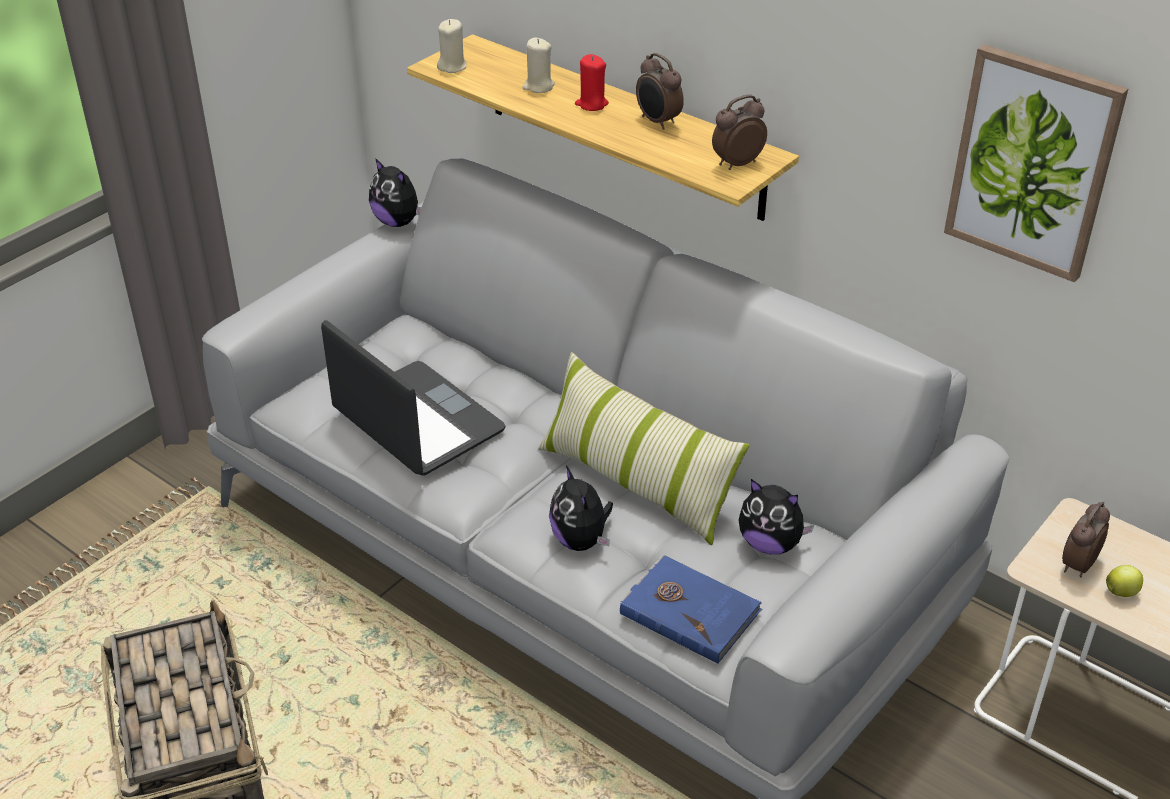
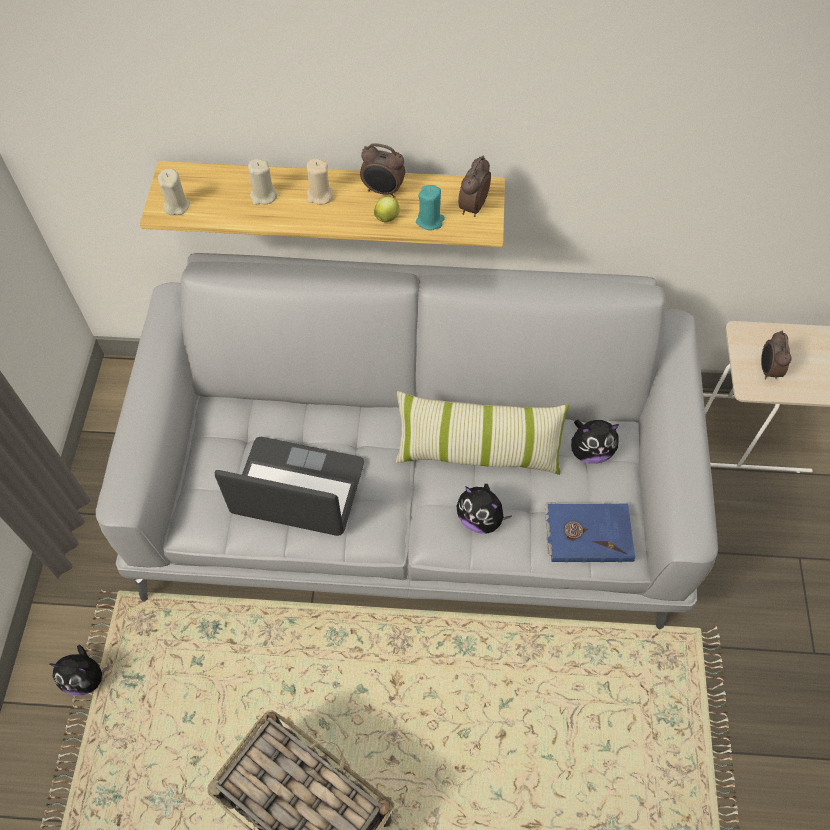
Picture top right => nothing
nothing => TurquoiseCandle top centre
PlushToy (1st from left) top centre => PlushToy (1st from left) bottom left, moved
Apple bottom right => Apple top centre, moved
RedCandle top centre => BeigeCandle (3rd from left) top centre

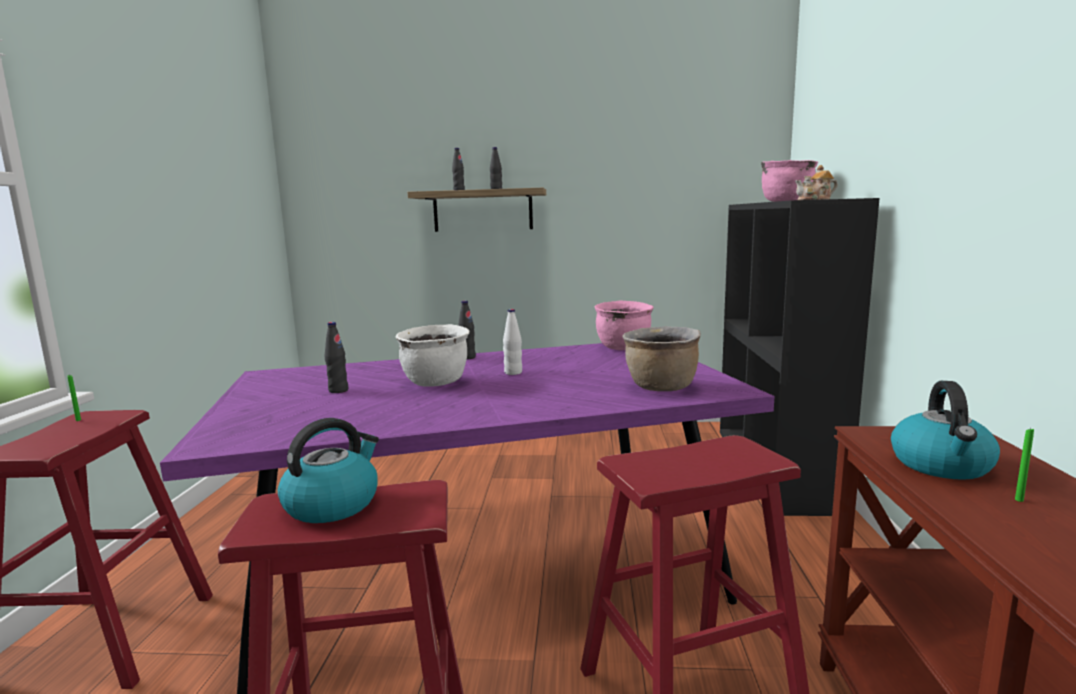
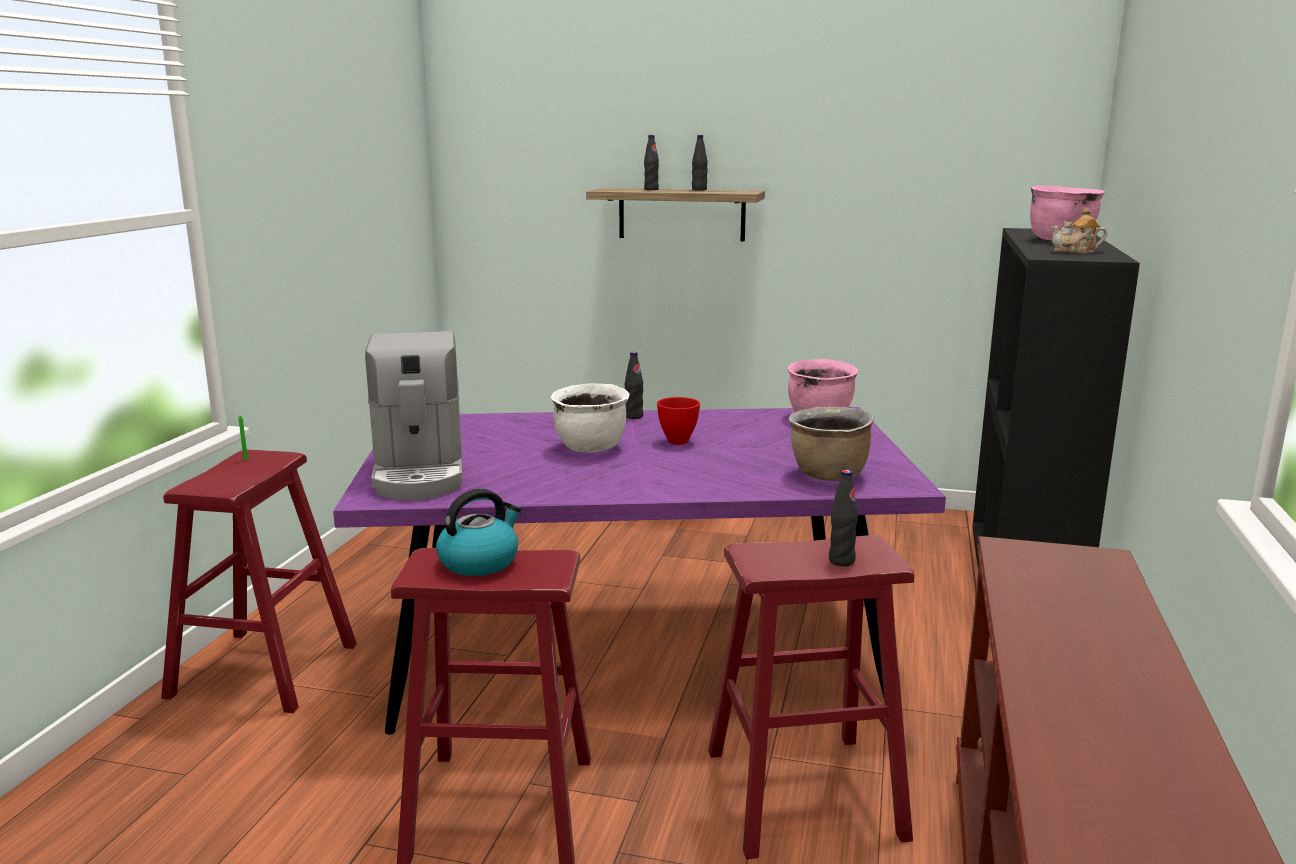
Kettle (2nd from left) middle right => nothing
GreenCandle (2nd from left) bottom right => nothing
nothing => CoffeeMachine middle left
BlackBottle (1st from left in the first image) middle left => BlackBottle (4th from left) centre, moved
WhiteBottle centre => RedBowl centre

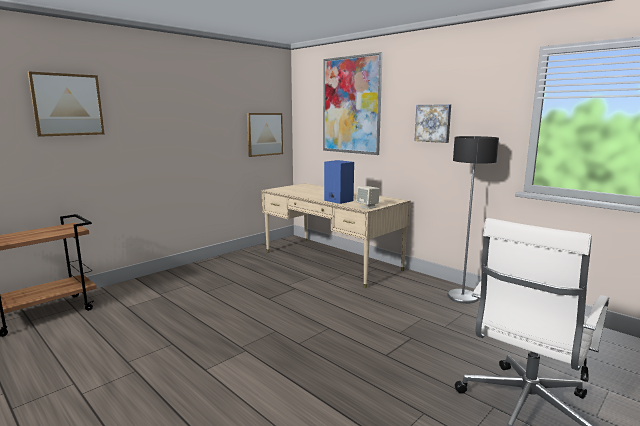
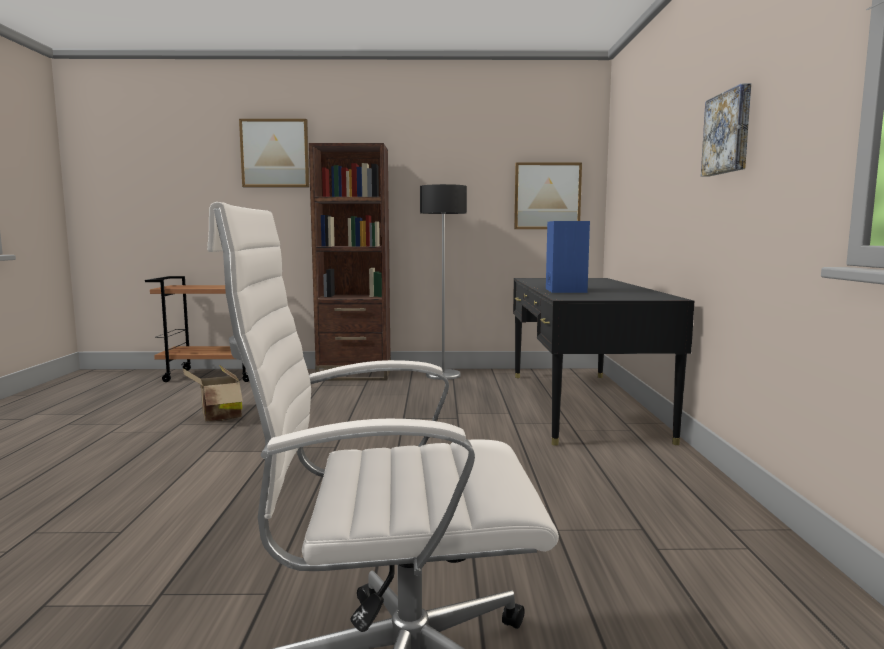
Picture (3rd from left) top centre => nothing
BeigeSpeaker centre => nothing
nothing => CardboardBox middle left
nothing => BrownBookcase centre
FloorLamp middle right => FloorLamp centre, moved
BeigeDesk centre => BlackDesk middle right

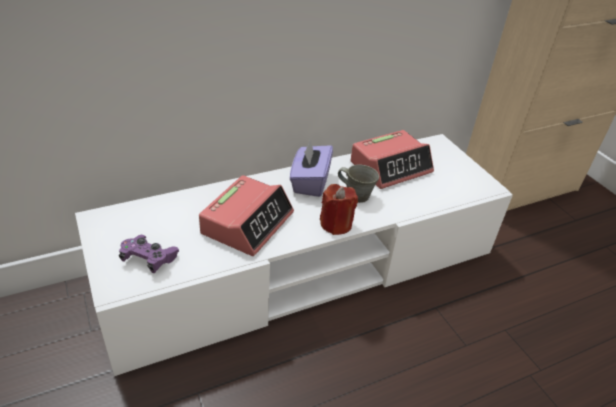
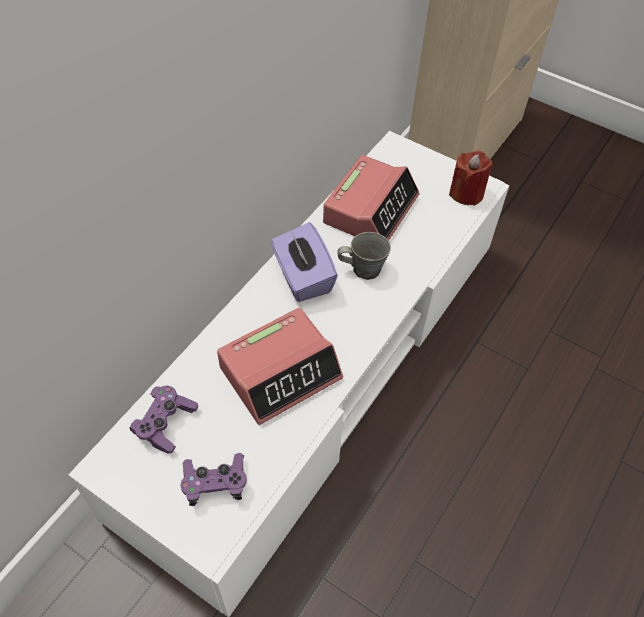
nothing => PurpleGameController (1st from left) bottom left
RedCandle centre => RedCandle top right, moved
AlarmClock (1st from left) centre, 60 degrees clockwise

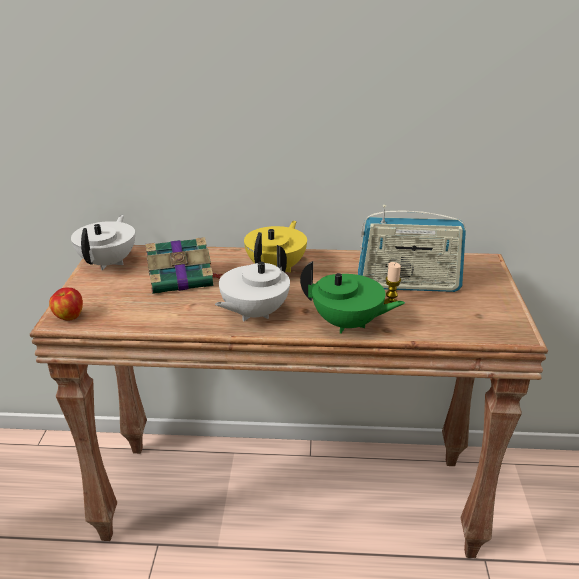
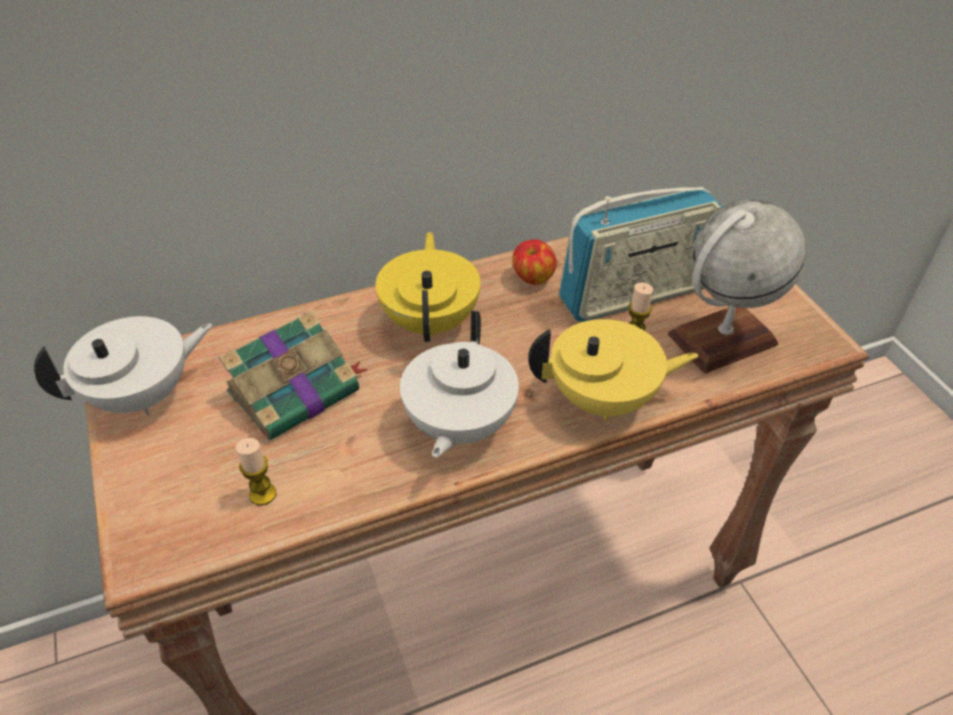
nothing => Candle (1st from left) middle left
nothing => Globe middle right
Apple middle left => Apple centre, moved
GreenTeapot centre => YellowTeapot (2nd from left) centre
WhiteTeapot (1st from left) middle left, 75 degrees clockwise

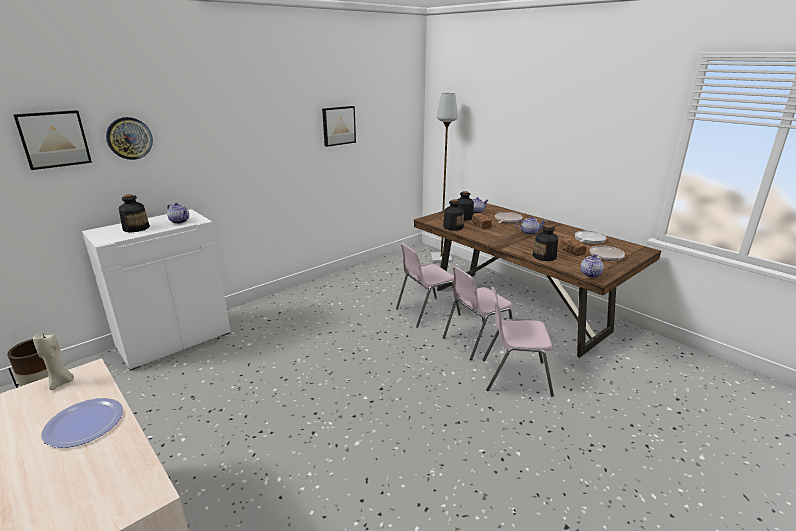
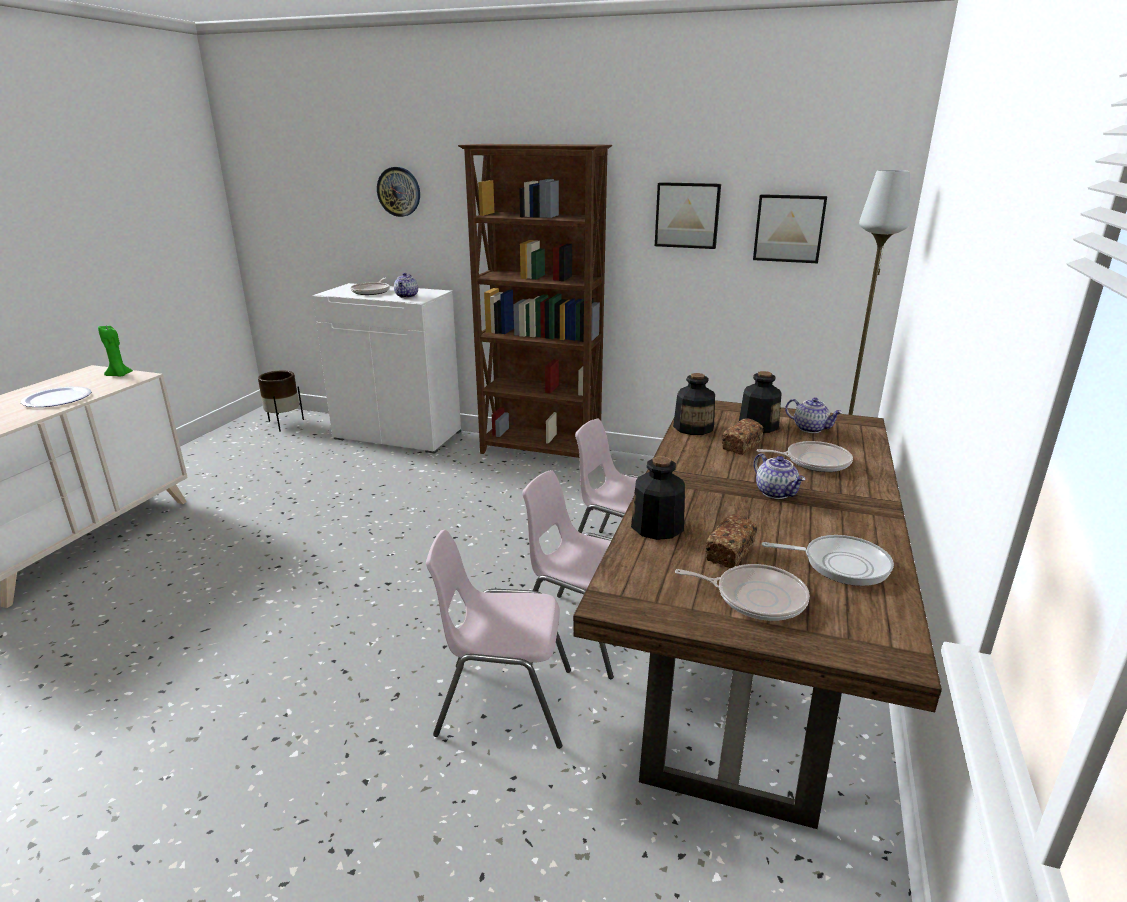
Teapot (4th from left) middle right => nothing
nothing => BrownBookcase centre
Picture (1st from left in the first image) top left => Picture (2nd from left) top right, moved
Bottle (1st from left) middle left => FryingPan (1st from left) top left
BeigeCandle bottom left => GreenCandle middle left
PinkChair (3rd from left in the first image) centre => PinkChair (1st from left) bottom centre, 60 degrees counterclockwise

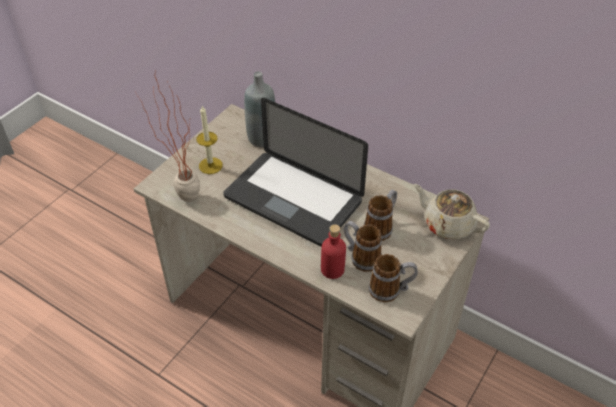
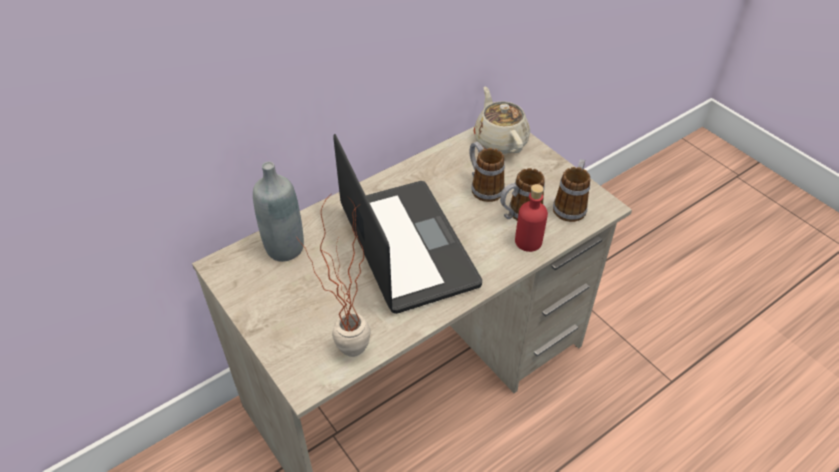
Candle centre => nothing
Laptop centre, 75 degrees counterclockwise
BeigeTeapot middle right => BeigeTeapot top centre, 105 degrees clockwise

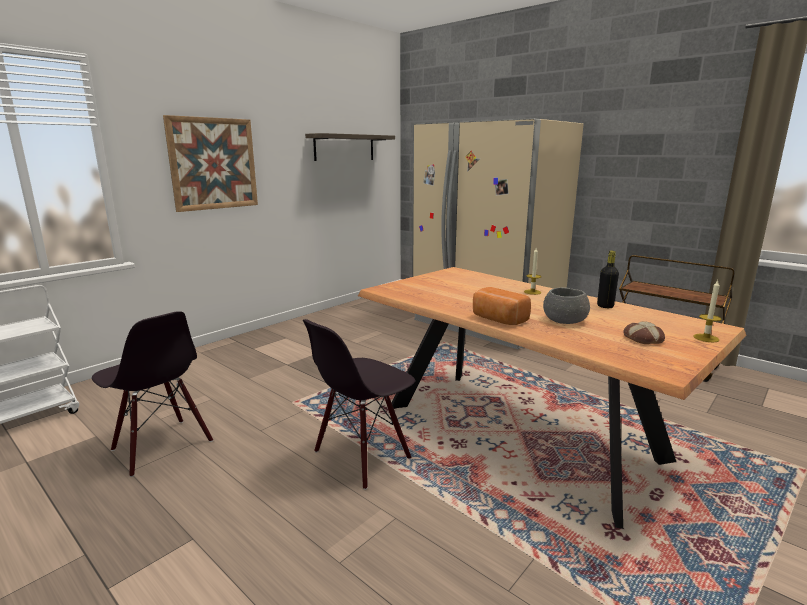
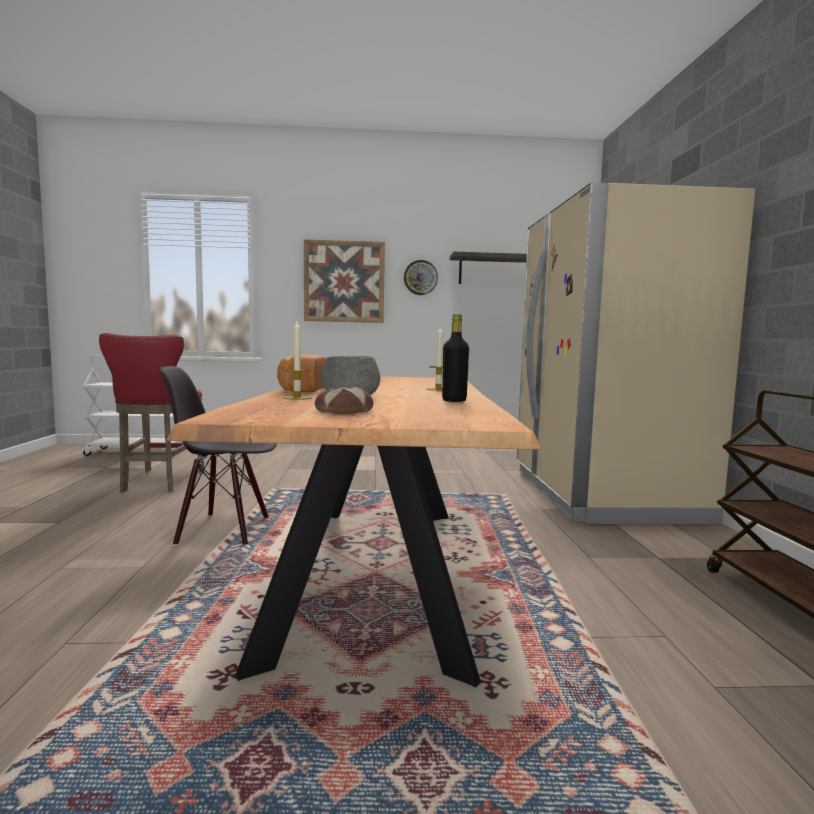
nothing => WallClock centre
Candle (2nd from left in the first image) middle right => Candle (1st from left) centre, moved
BlackChair (1st from left) middle left => RedStool middle left

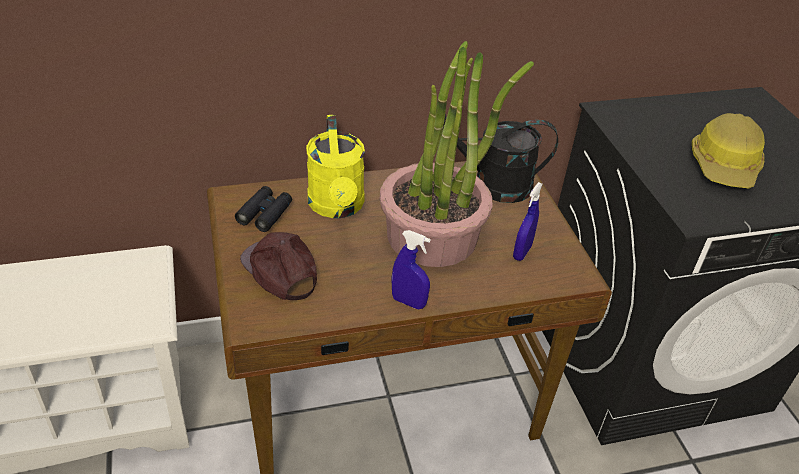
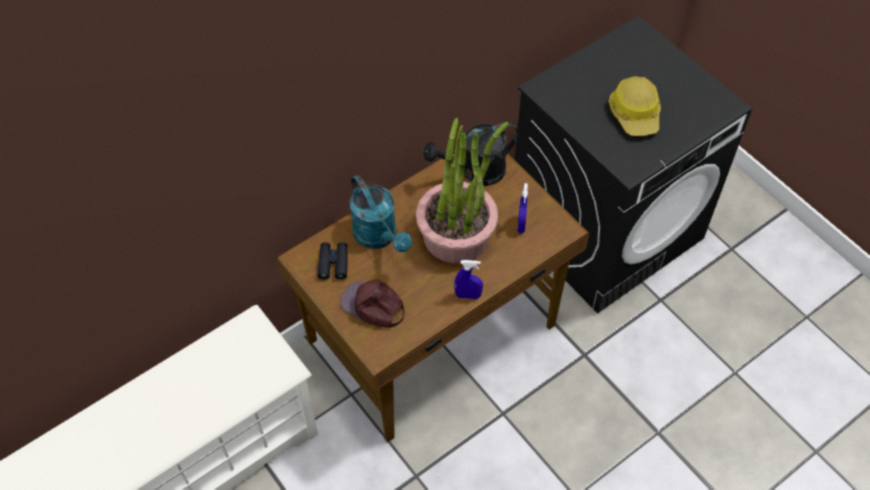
YellowWateringCan centre => TurquoiseWateringCan centre

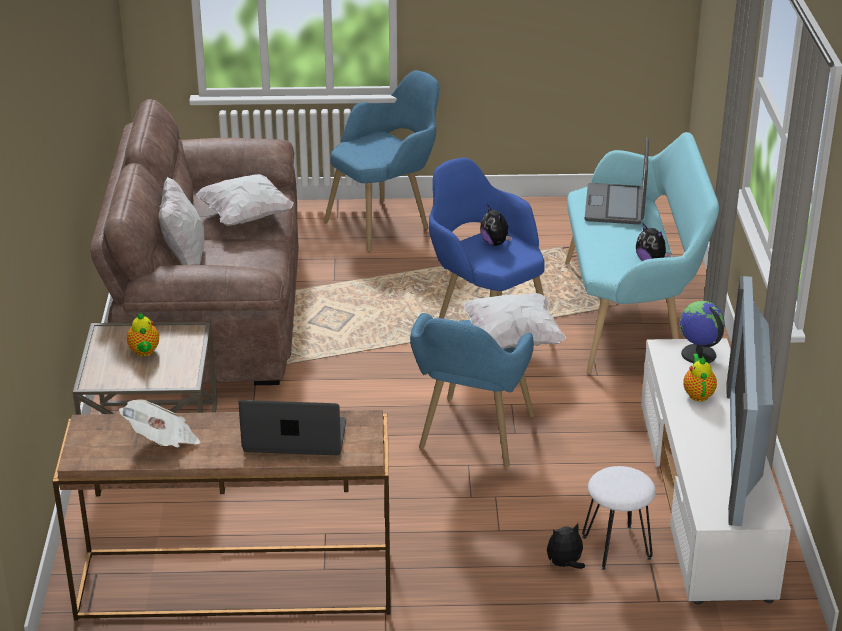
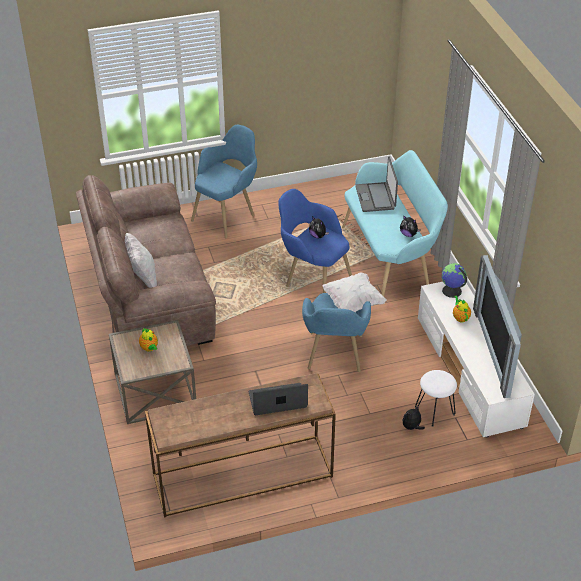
Newspaper bottom left => nothing
WhitePillow (2nd from left) top left => nothing

